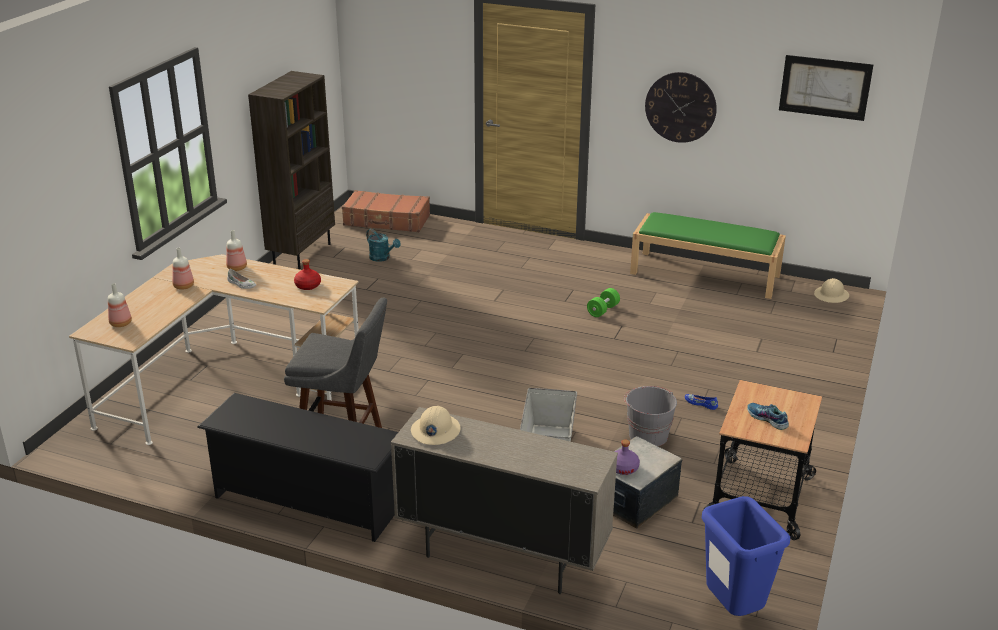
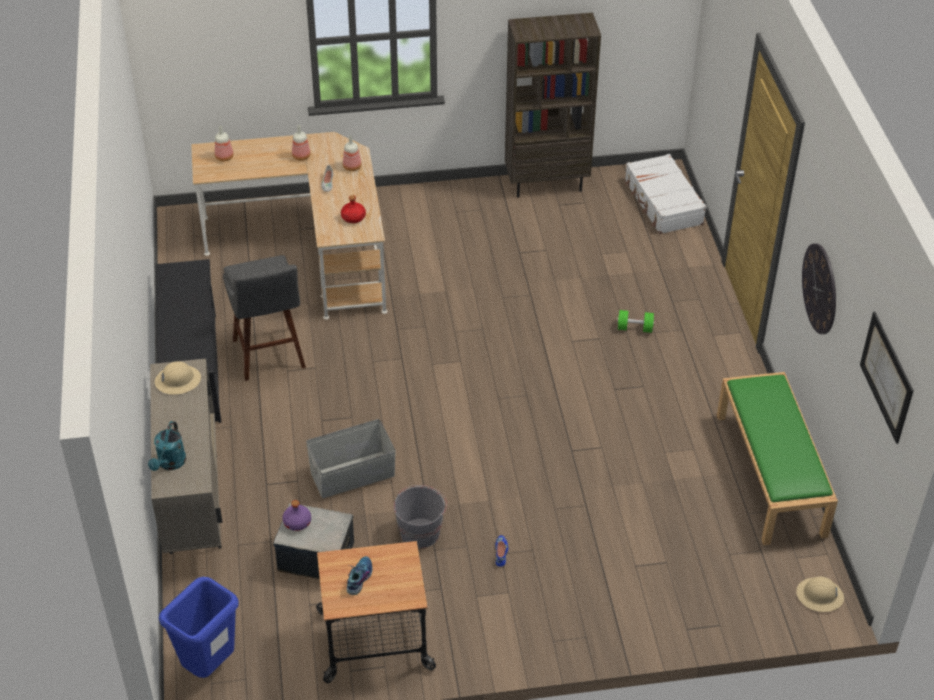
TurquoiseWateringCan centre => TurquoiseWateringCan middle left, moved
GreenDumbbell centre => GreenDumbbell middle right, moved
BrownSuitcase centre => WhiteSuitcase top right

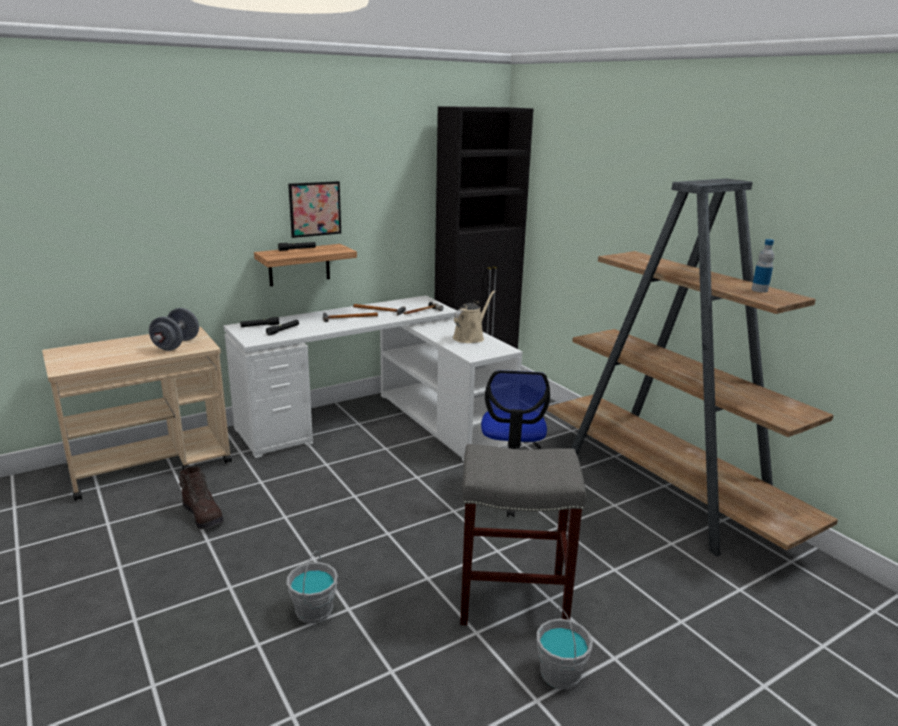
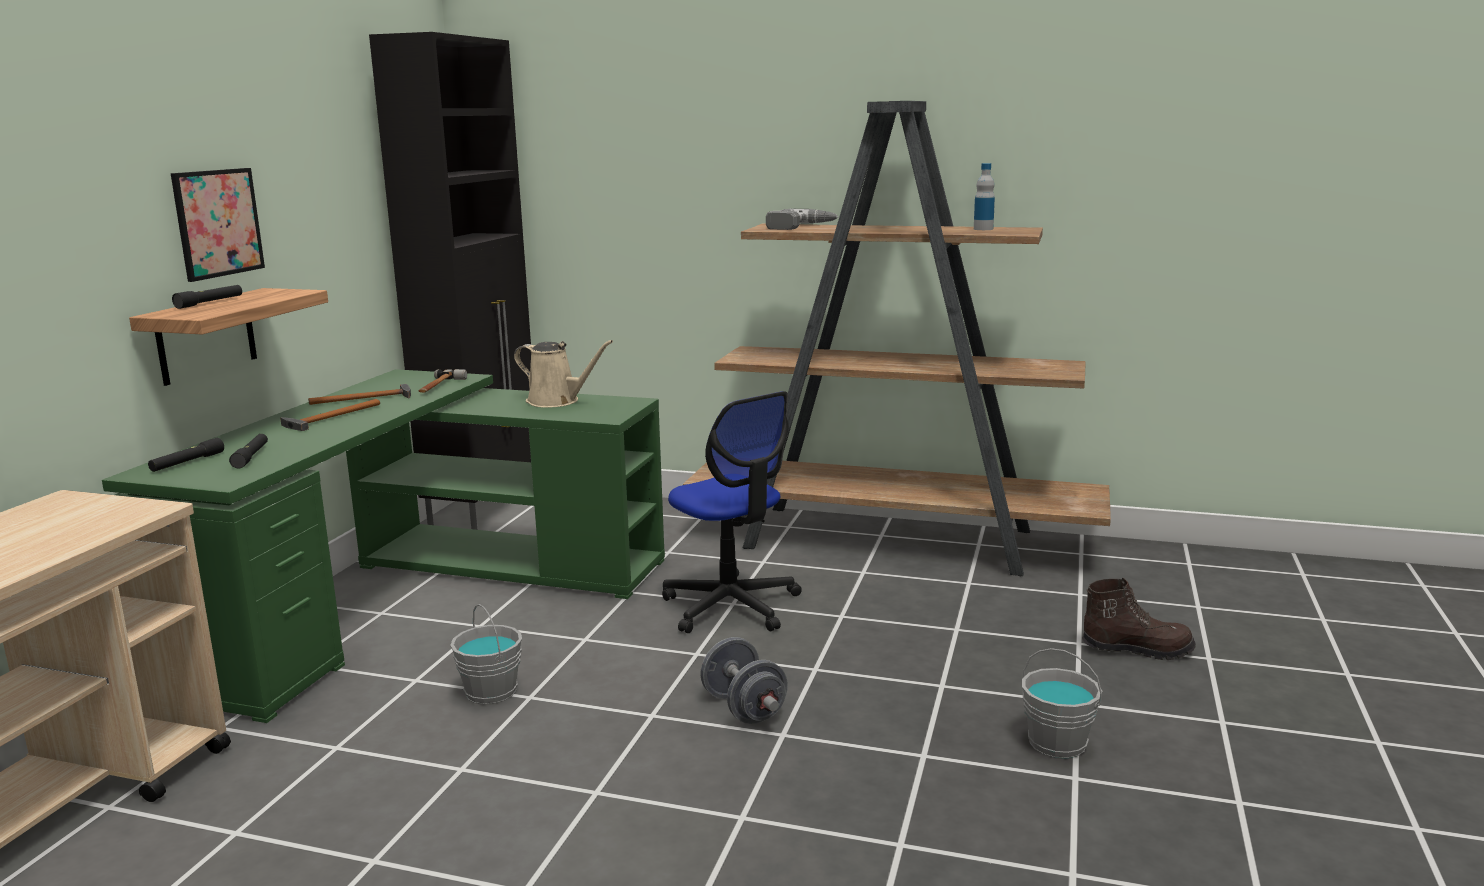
GreyStool bottom centre => nothing
nothing => PowerDrill top centre
GreyDumbbell middle left => GreyDumbbell bottom centre, moved
BrownBoot bottom left => BrownBoot bottom right, moved
GreyBucket (1st from left) bottom centre => GreyBucket (1st from left) bottom left, moved
WhiteDesk centre => GreenDesk middle left
BeigeWateringCan centre, 120 degrees clockwise

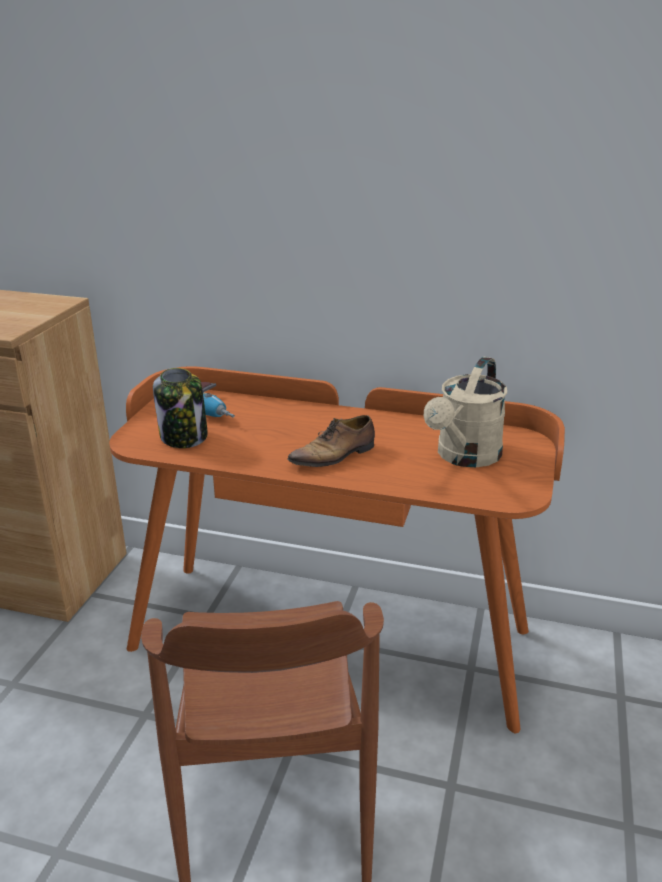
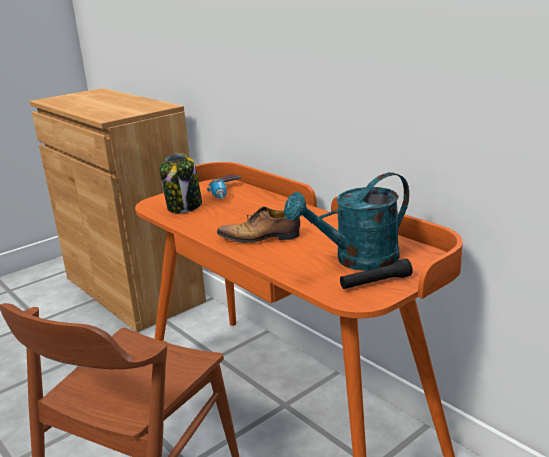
nothing => BlackFlashlight middle right
BeigeWateringCan middle right => TurquoiseWateringCan centre

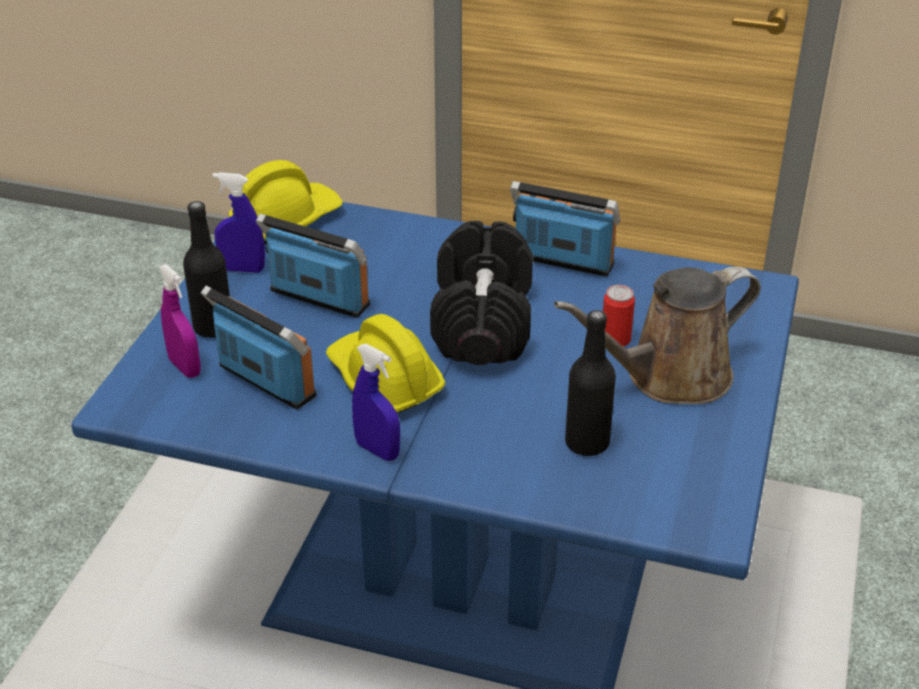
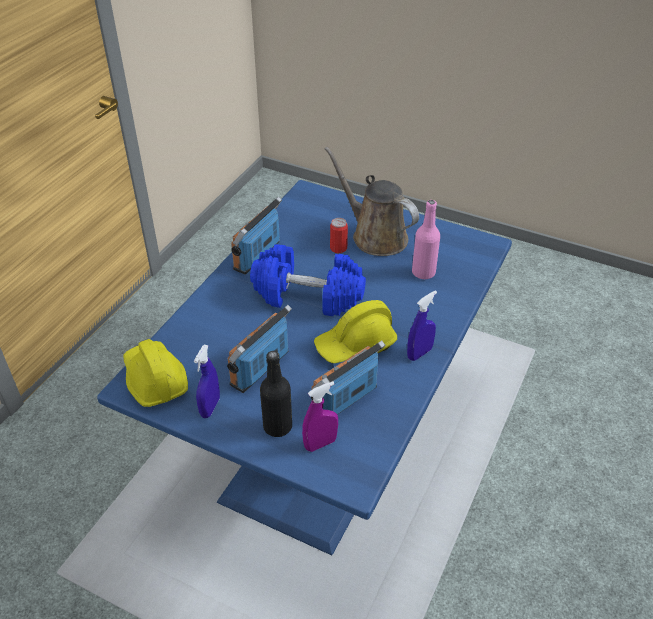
BlackDumbbell centre => BlueDumbbell centre
BlackBottle (2nd from left) centre => PinkBottle centre
BrownWateringCan middle right => BrownWateringCan top centre, 150 degrees clockwise

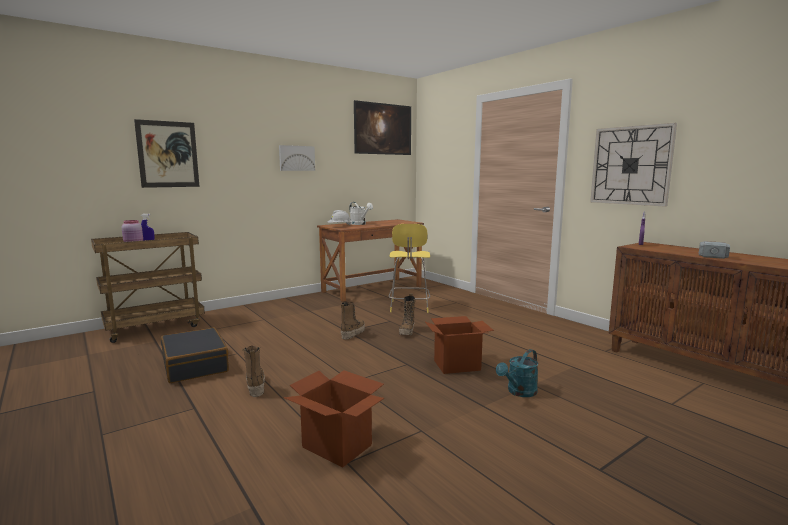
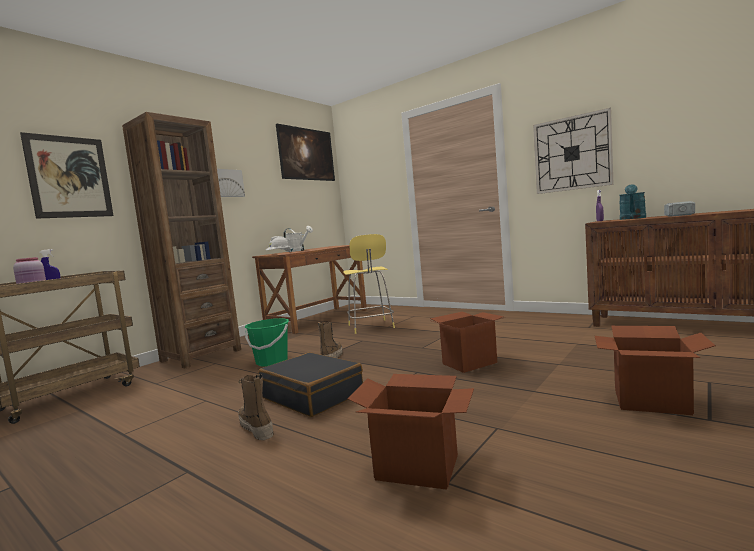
Boot (3rd from left) centre => nothing
nothing => BrownBookcase middle left
nothing => GreenBucket centre
nothing => CardboardBox (3rd from left) bottom right
BlackSuitcase bottom left => BlackSuitcase bottom centre, moved
TurquoiseWateringCan bottom centre => TurquoiseWateringCan middle right, moved

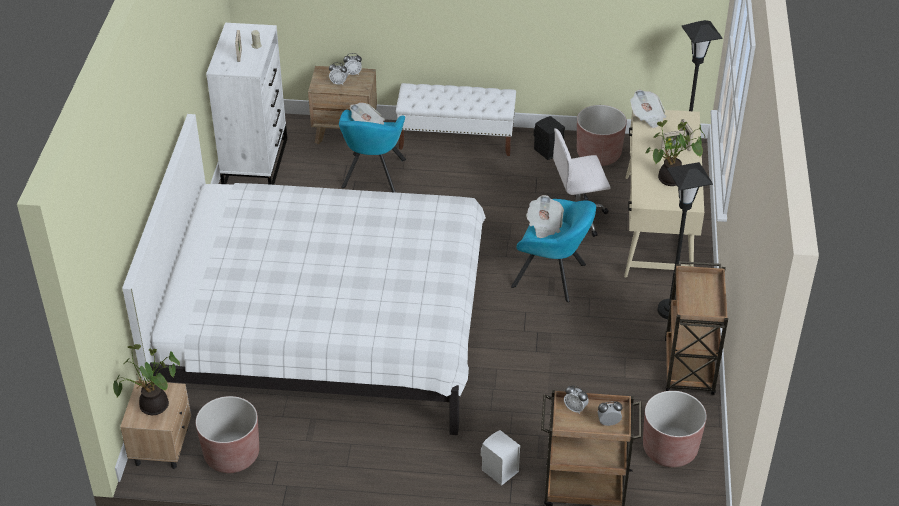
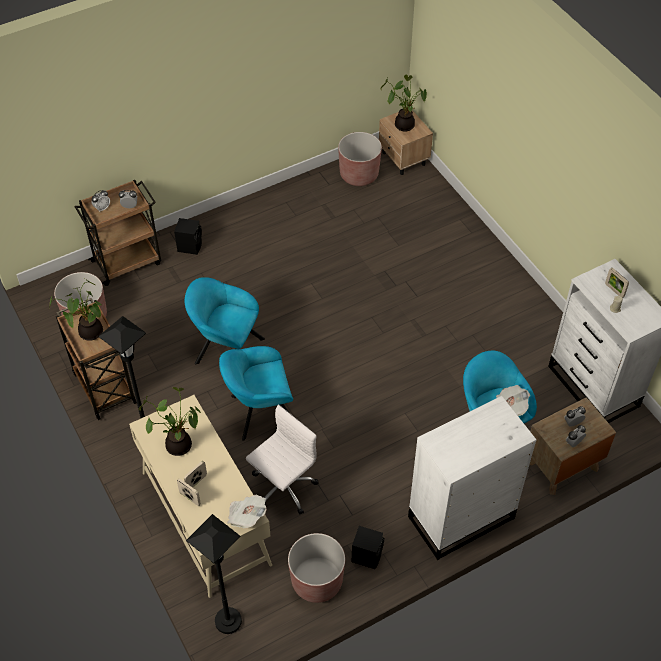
WhiteBed centre => nothing
Newspaper (2nd from left) centre => nothing
nothing => PottedPlant (1st from left) middle left
nothing => TurquoiseArmchair (1st from left) centre
WhiteBench top centre => WhiteDresser (1st from left) bottom right
WhiteSpeaker bottom centre => BlackSpeaker (1st from left) middle left

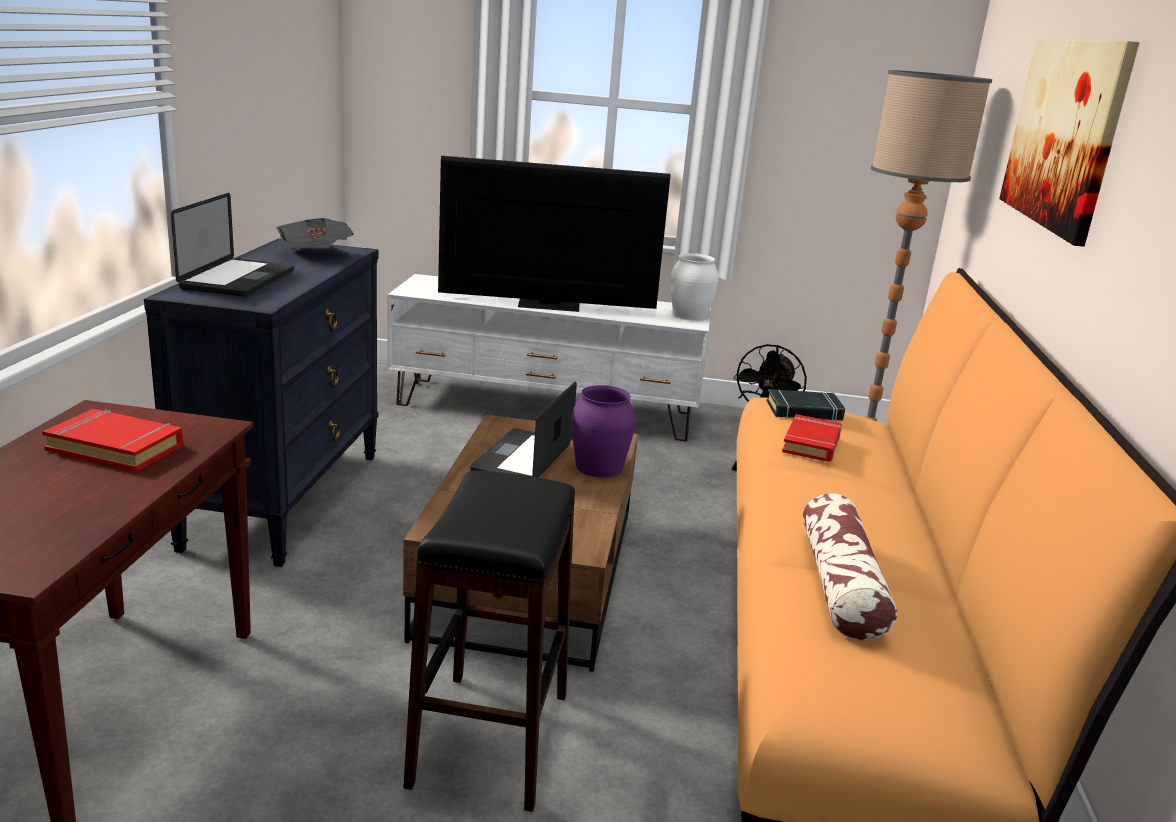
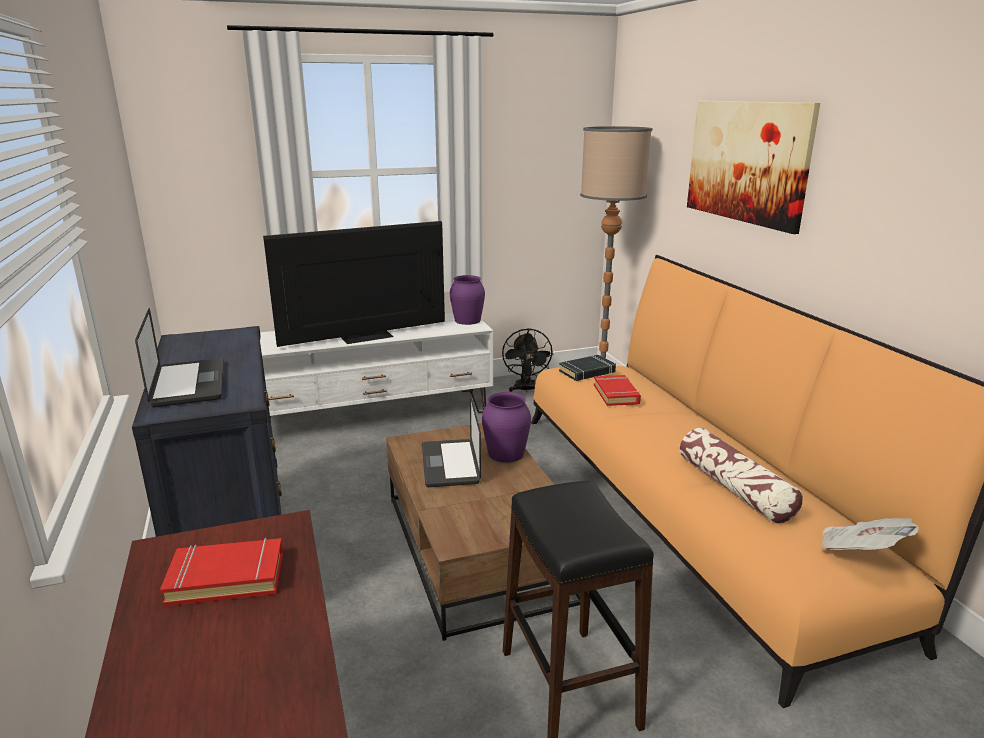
Newspaper top left => Newspaper bottom right, moved
WhiteVase centre => PurpleVase (1st from left) centre

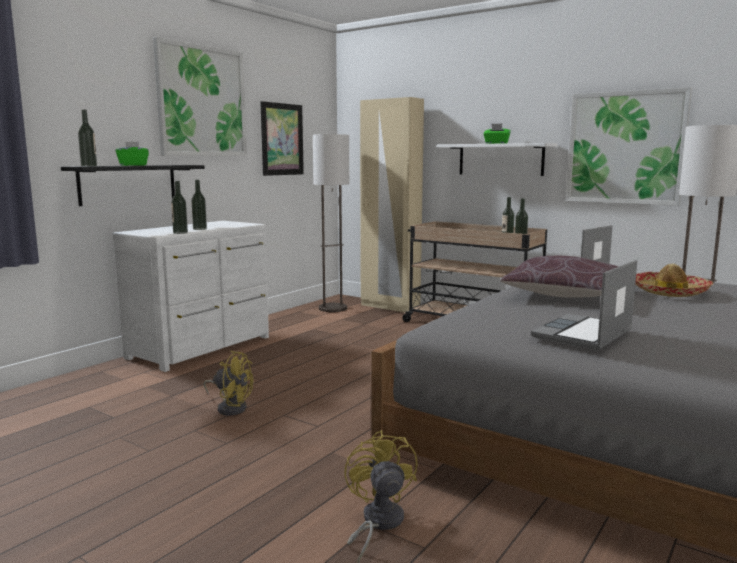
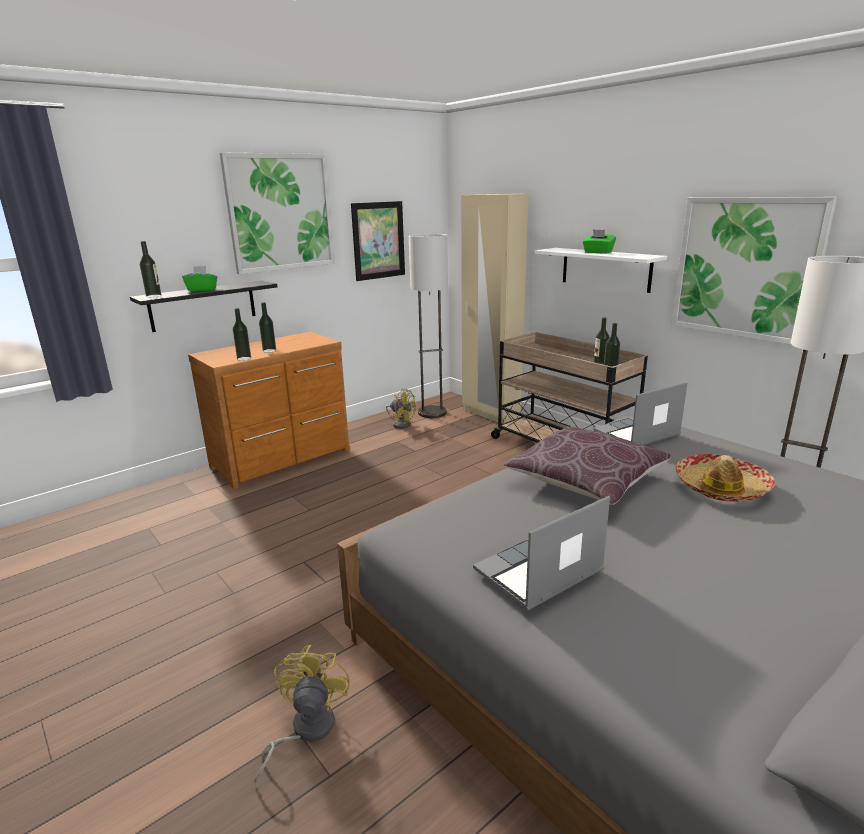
YellowFan (1st from left in the first image) bottom left => YellowFan (2nd from left) centre, moved
WhiteDresser middle left => BrownDresser middle left

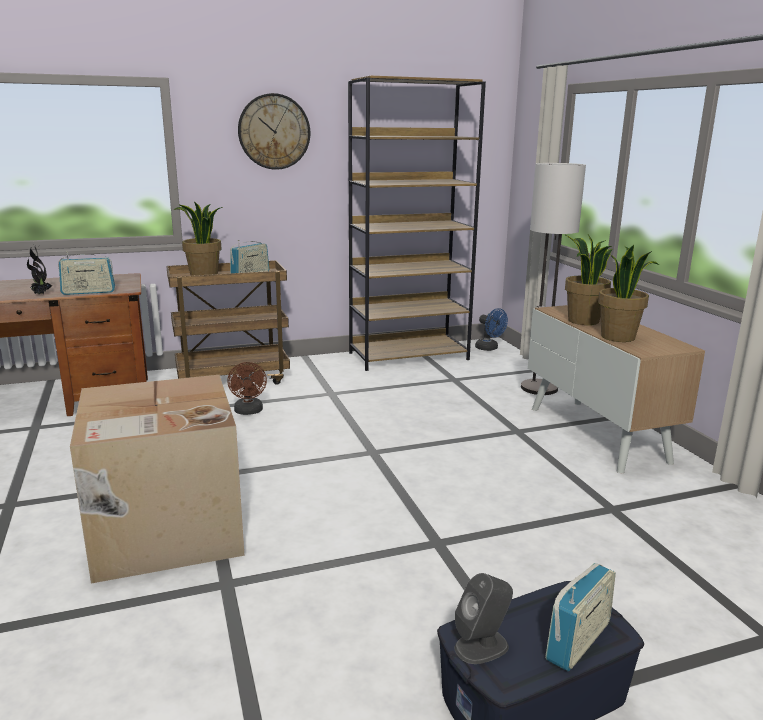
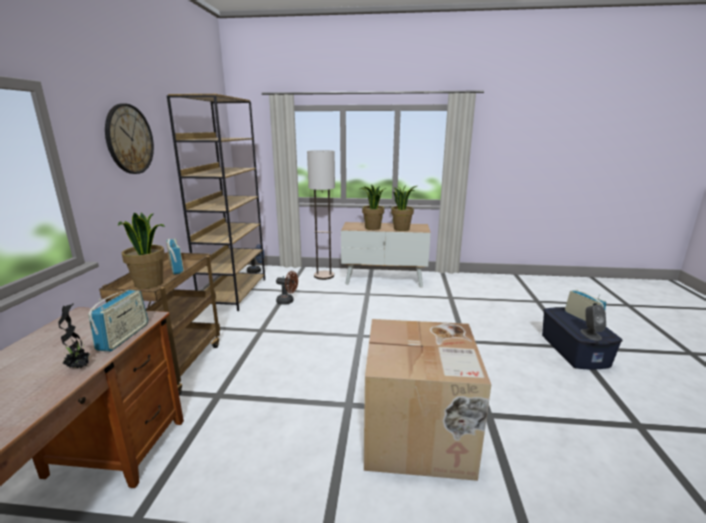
BrownFan middle left => BrownFan centre, moved

